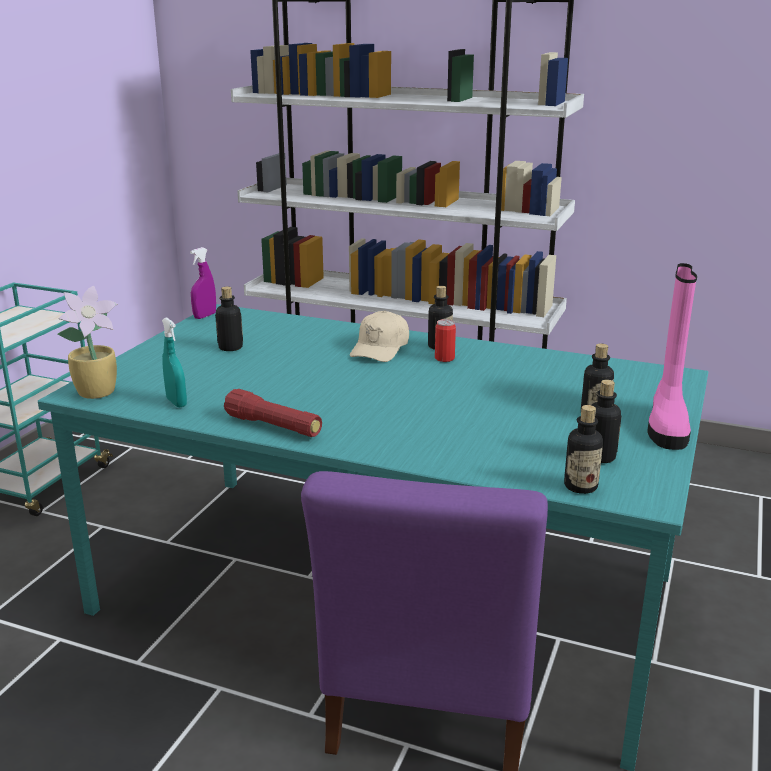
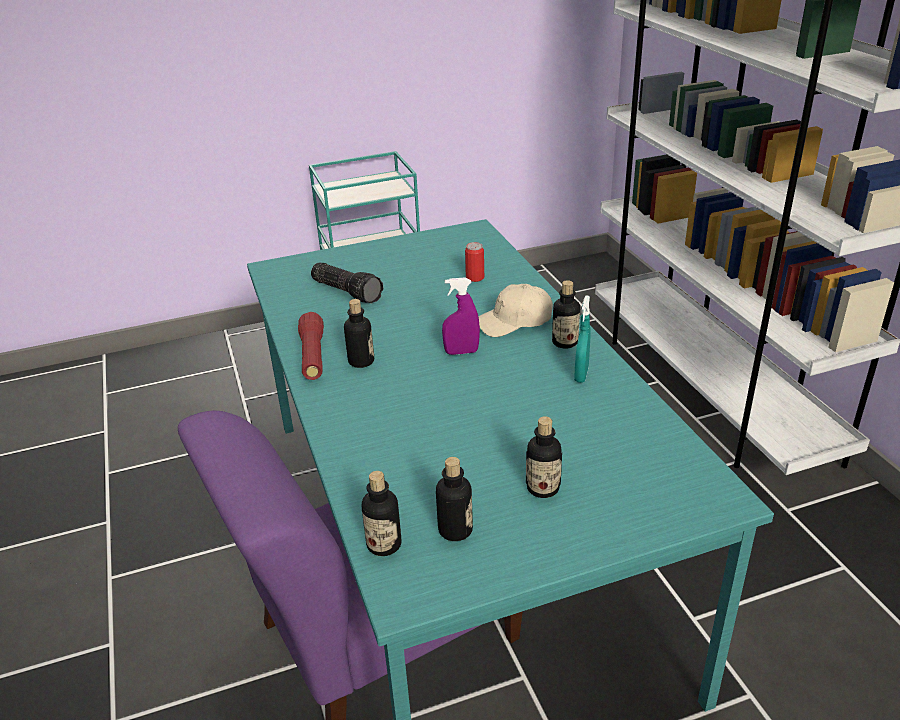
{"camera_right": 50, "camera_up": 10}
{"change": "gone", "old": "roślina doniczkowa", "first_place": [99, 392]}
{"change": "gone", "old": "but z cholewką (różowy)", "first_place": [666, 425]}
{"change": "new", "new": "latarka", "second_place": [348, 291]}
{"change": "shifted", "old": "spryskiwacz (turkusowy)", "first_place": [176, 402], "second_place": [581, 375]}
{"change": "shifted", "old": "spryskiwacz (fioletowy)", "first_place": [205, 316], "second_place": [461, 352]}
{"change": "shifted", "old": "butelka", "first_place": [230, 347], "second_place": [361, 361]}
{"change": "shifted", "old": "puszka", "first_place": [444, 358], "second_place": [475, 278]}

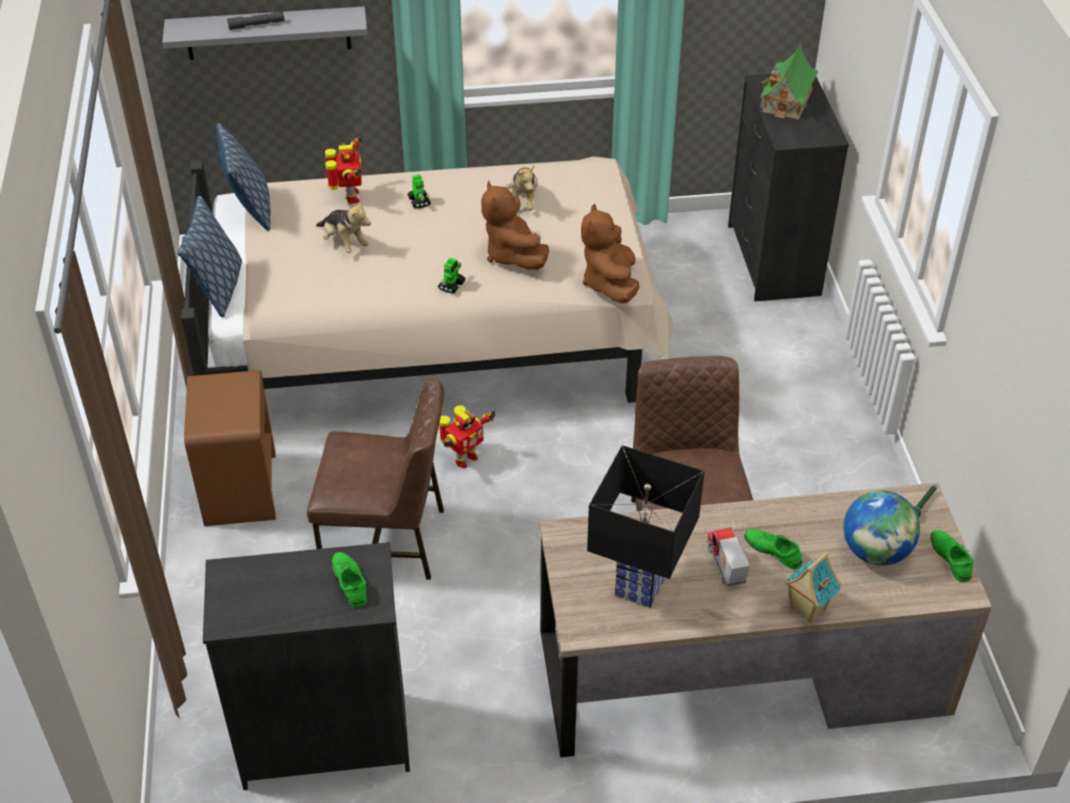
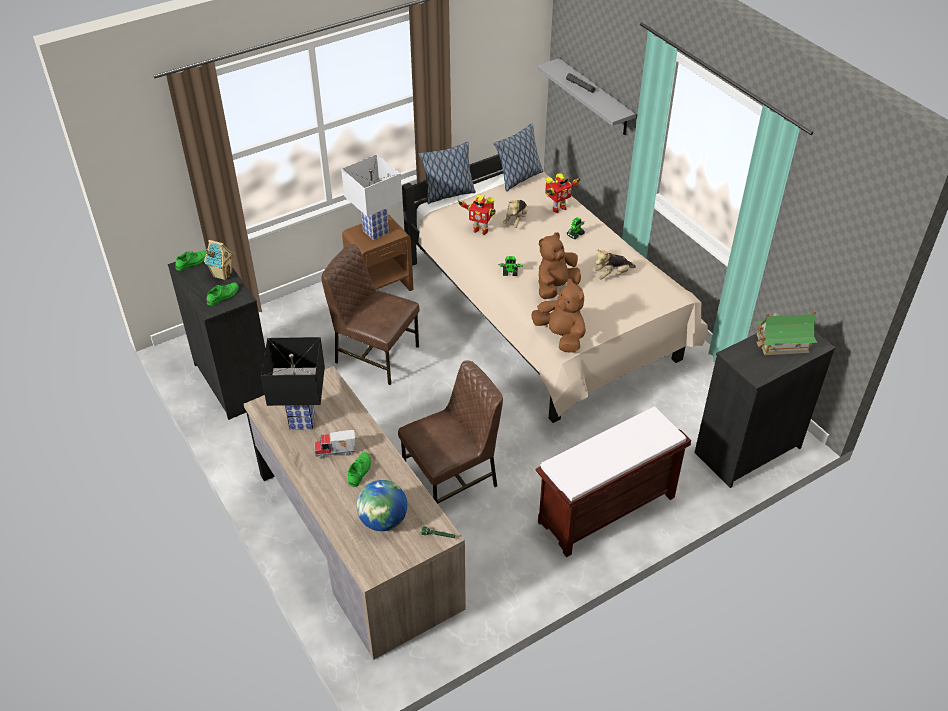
{"camera_right": 65, "camera_up": 0}
{"change": "new", "new": "lampa stołowa (biały)", "second_place": [376, 231]}
{"change": "new", "new": "ławka (brązowy)", "second_place": [606, 511]}
{"change": "shifted", "old": "robot zabawkowy", "first_place": [464, 459], "second_place": [480, 230]}
{"change": "shifted", "old": "domek", "first_place": [806, 609], "second_place": [222, 274]}
{"change": "shifted", "old": "but (zielony)", "first_place": [950, 558], "second_place": [192, 262]}
{"change": "rotated", "old": "krzesło (brązowy)", "first_place": [386, 540], "second_place": [375, 354], "degrees": 135}
{"change": "rotated", "old": "pluszak (brązowy)", "first_place": [610, 284], "second_place": [561, 336], "degrees": 75}
{"change": "rotated", "old": "ciężarówka zabawkowa", "first_place": [724, 567], "second_place": [336, 452], "degrees": -150}

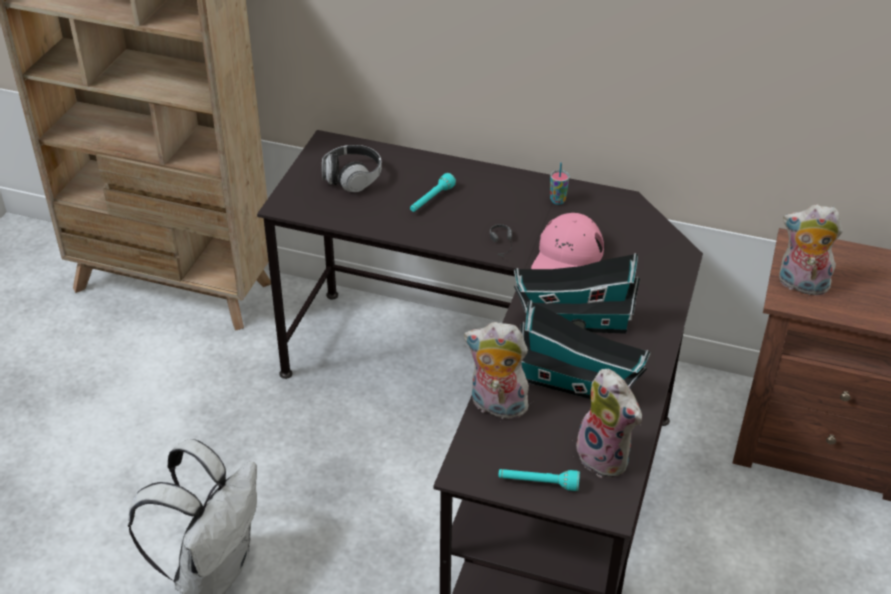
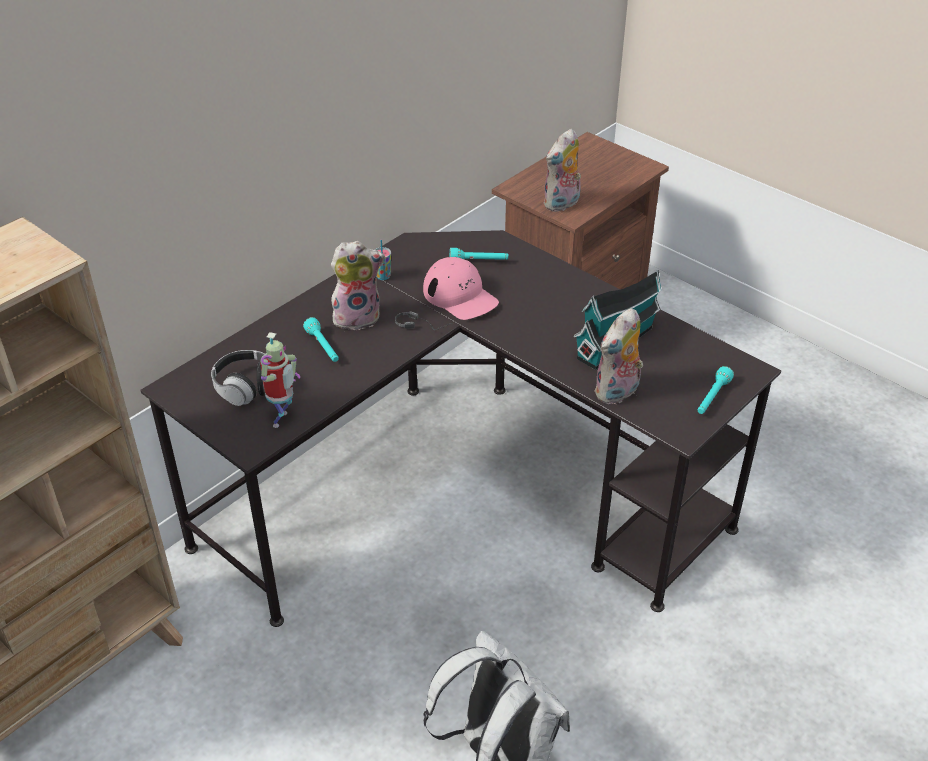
{"camera_right": -65, "camera_up": 0}
{"change": "gone", "old": "domek", "first_place": [572, 322]}
{"change": "new", "new": "robot zabawkowy", "second_place": [283, 420]}
{"change": "new", "new": "latarka (turkusowy)", "second_place": [479, 261]}
{"change": "shifted", "old": "pluszak", "first_place": [606, 457], "second_place": [357, 317]}

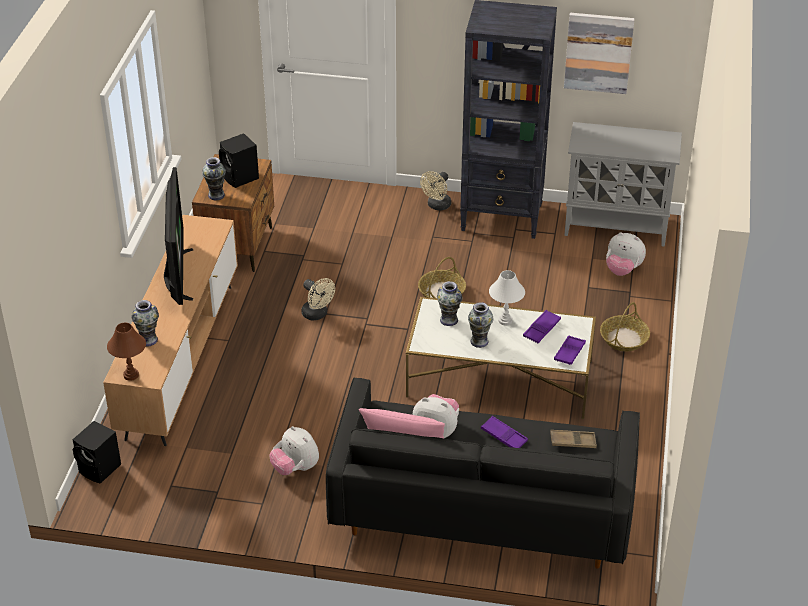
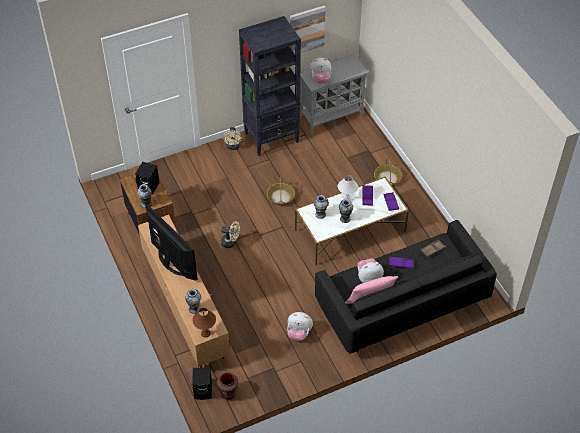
{"camera_right": -35, "camera_up": 10}
{"change": "new", "new": "wazon (brązowy)", "second_place": [228, 393]}
{"change": "shifted", "old": "pluszak", "first_place": [622, 270], "second_place": [320, 79]}

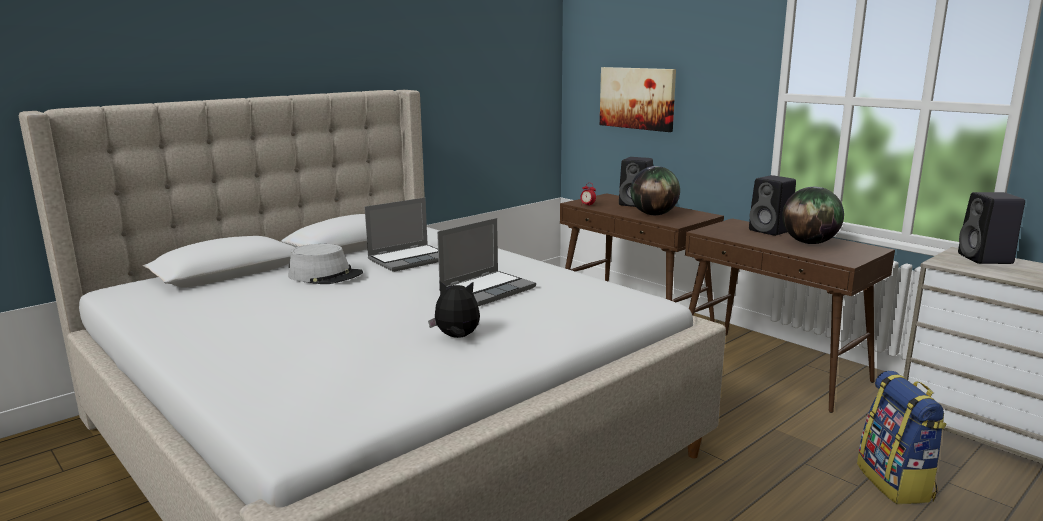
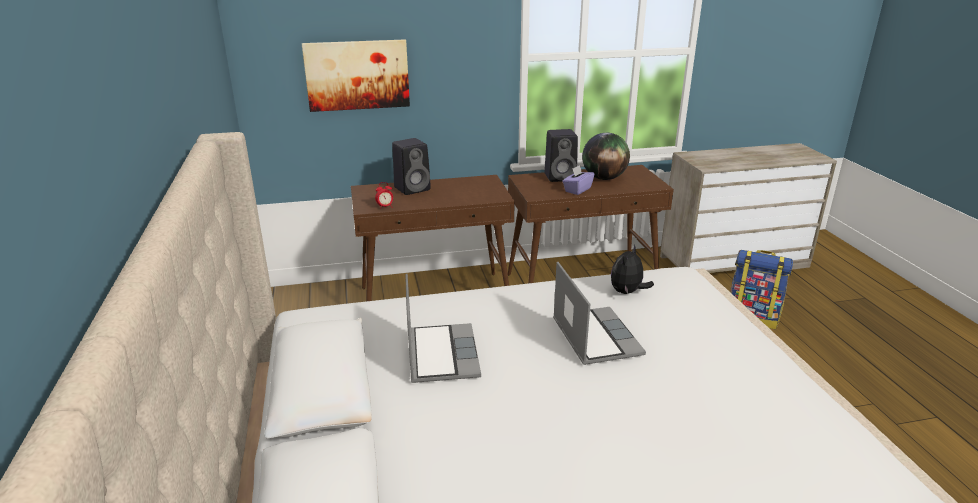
{"camera_right": -60, "camera_up": 10}
{"change": "gone", "old": "kapelusz (szary)", "first_place": [325, 275]}
{"change": "gone", "old": "globus", "first_place": [654, 214]}
{"change": "gone", "old": "głośnik (czarny)", "first_place": [986, 259]}
{"change": "new", "new": "pudełko chusteczek (fioletowy)", "second_place": [577, 190]}
{"change": "shifted", "old": "pluszak", "first_place": [457, 337], "second_place": [627, 292]}

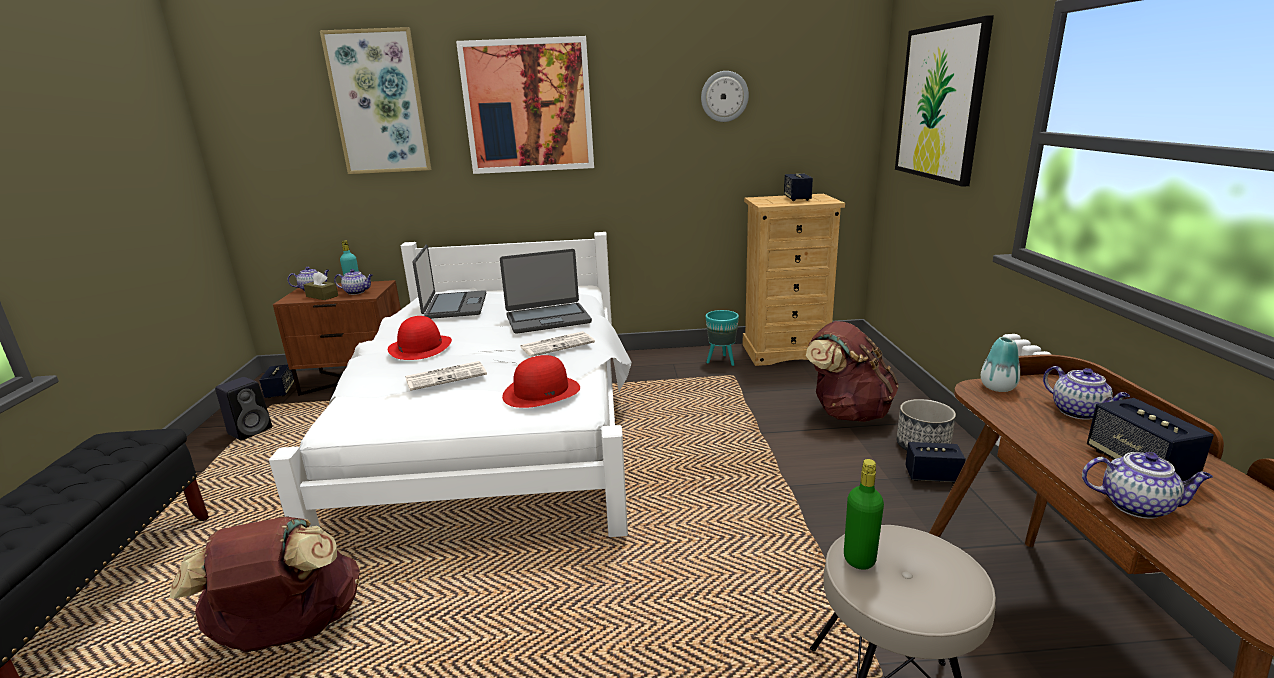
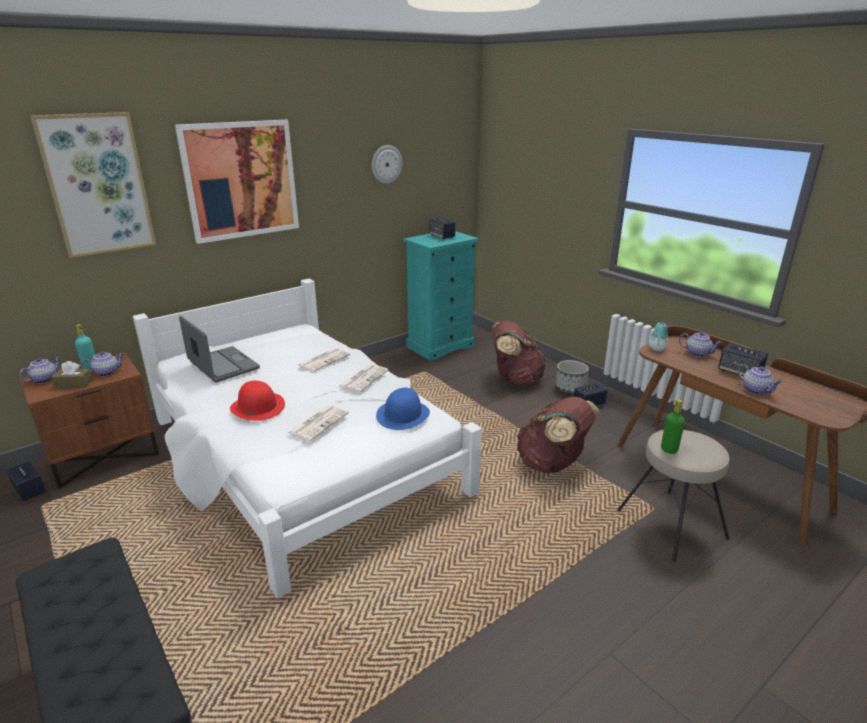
{"camera_right": -35, "camera_up": 5}
{"change": "gone", "old": "głośnik (czarny)", "first_place": [251, 431]}
{"change": "gone", "old": "donica (turkusowy)", "first_place": [721, 361]}
{"change": "gone", "old": "obraz", "first_place": [940, 103]}
{"change": "shifted", "old": "plecak (brązowy)", "first_place": [289, 633], "second_place": [552, 464]}
{"change": "swapped", "old": "laptop", "new": "gazeta", "first_place": [548, 319], "second_place": [324, 360]}
{"change": "repainted", "old": "kapelusz (czerwony)", "new": "kapelusz (niebieski)", "first_place": [542, 391], "second_place": [403, 414]}
{"change": "repainted", "old": "komoda (beżowy)", "new": "komoda (turkusowy)", "first_place": [786, 352], "second_place": [440, 346]}
{"change": "rotated", "old": "imbryk", "first_place": [1137, 506], "second_place": [756, 390], "degrees": 75}

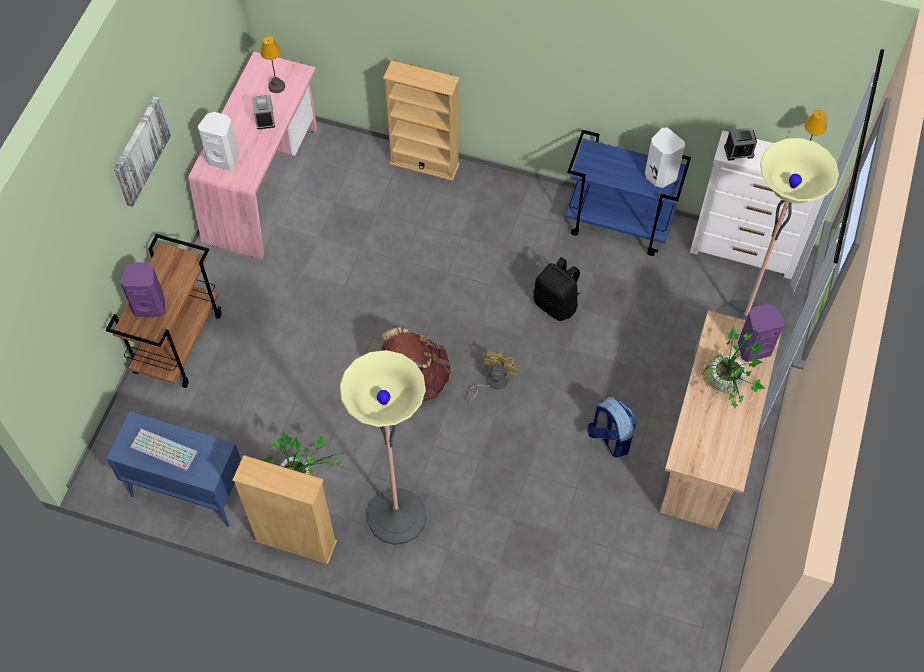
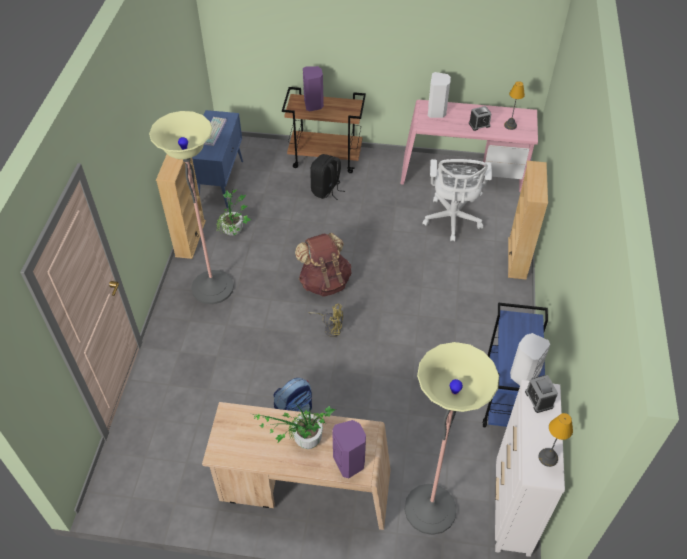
{"camera_right": 80, "camera_up": -10}
{"change": "gone", "old": "obraz", "first_place": [140, 150]}
{"change": "new", "new": "krzesło biurowe (biały)", "second_place": [452, 220]}
{"change": "shifted", "old": "plecak (czarny)", "first_place": [556, 304], "second_place": [326, 190]}

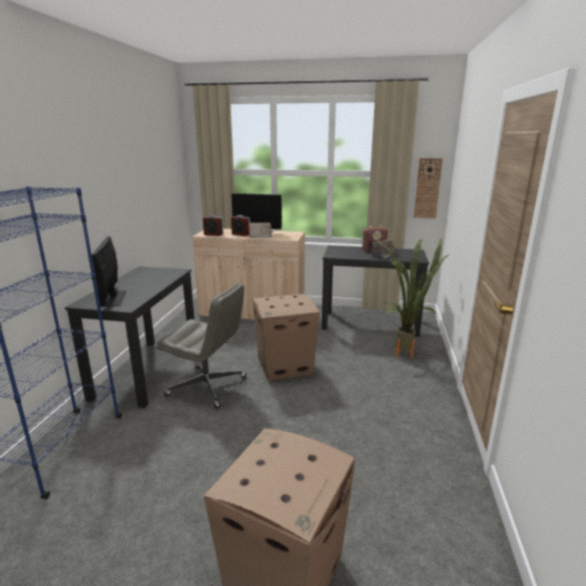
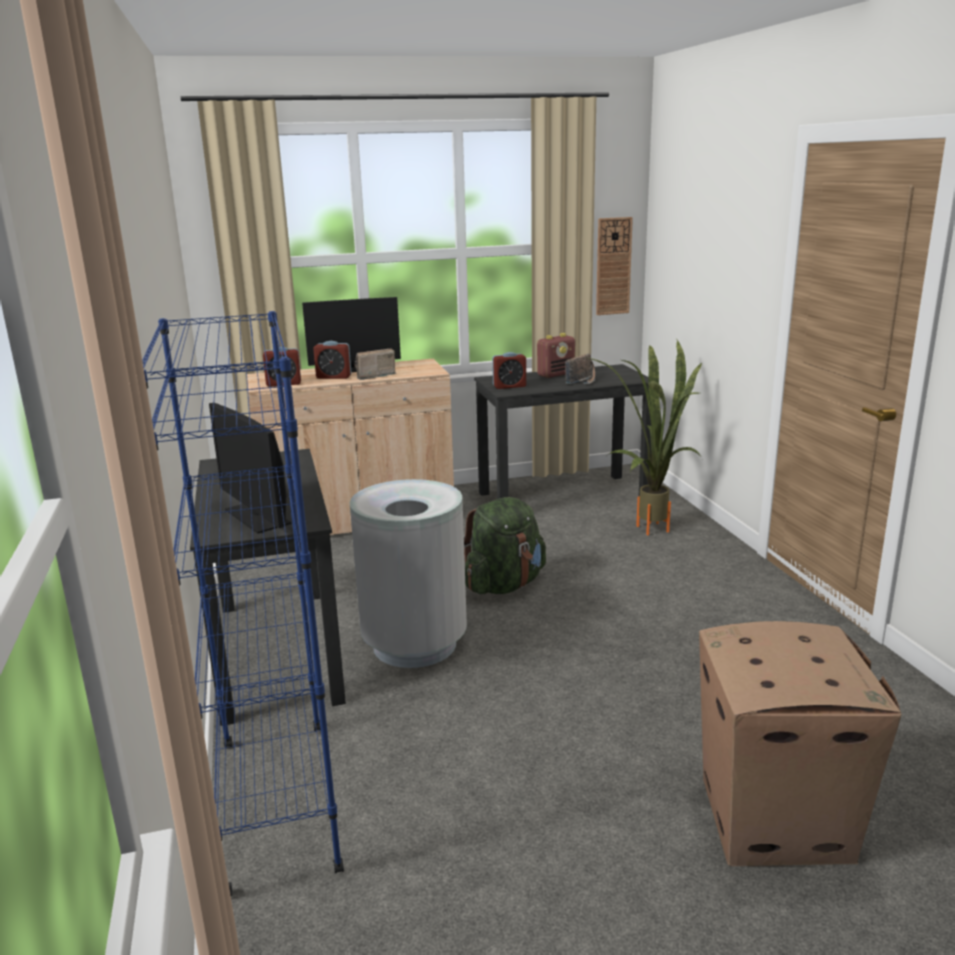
{"camera_right": -25, "camera_up": 0}
{"change": "new", "new": "budzik", "second_place": [509, 386]}
{"change": "swapped", "old": "krzesło biurowe (szary)", "new": "kosz na śmieci (szary)", "first_place": [208, 386], "second_place": [415, 645]}
{"change": "swapped", "old": "karton", "new": "plecak (zielony)", "first_place": [285, 366], "second_place": [504, 585]}

